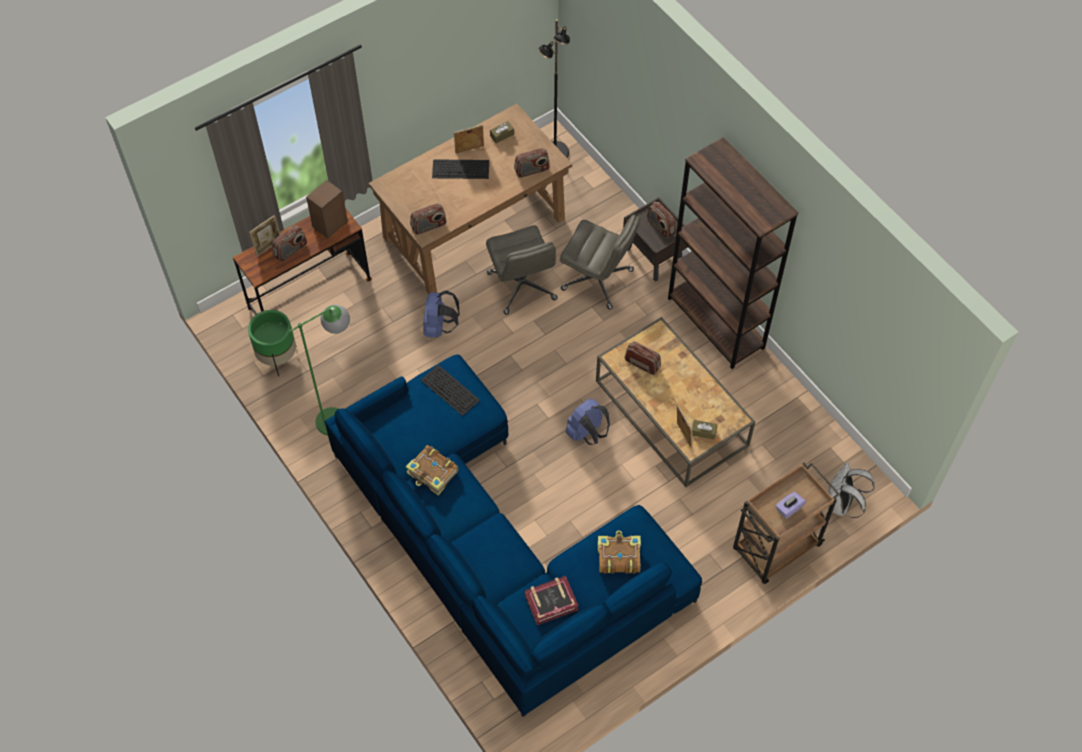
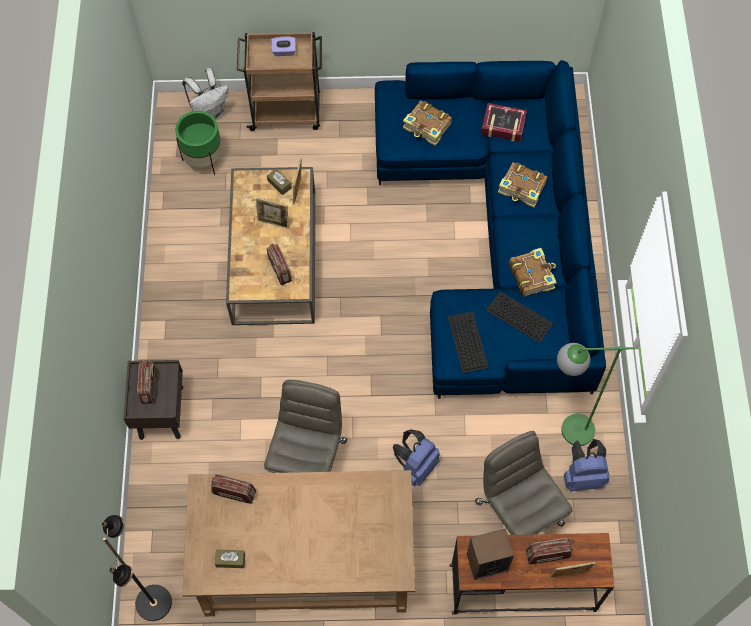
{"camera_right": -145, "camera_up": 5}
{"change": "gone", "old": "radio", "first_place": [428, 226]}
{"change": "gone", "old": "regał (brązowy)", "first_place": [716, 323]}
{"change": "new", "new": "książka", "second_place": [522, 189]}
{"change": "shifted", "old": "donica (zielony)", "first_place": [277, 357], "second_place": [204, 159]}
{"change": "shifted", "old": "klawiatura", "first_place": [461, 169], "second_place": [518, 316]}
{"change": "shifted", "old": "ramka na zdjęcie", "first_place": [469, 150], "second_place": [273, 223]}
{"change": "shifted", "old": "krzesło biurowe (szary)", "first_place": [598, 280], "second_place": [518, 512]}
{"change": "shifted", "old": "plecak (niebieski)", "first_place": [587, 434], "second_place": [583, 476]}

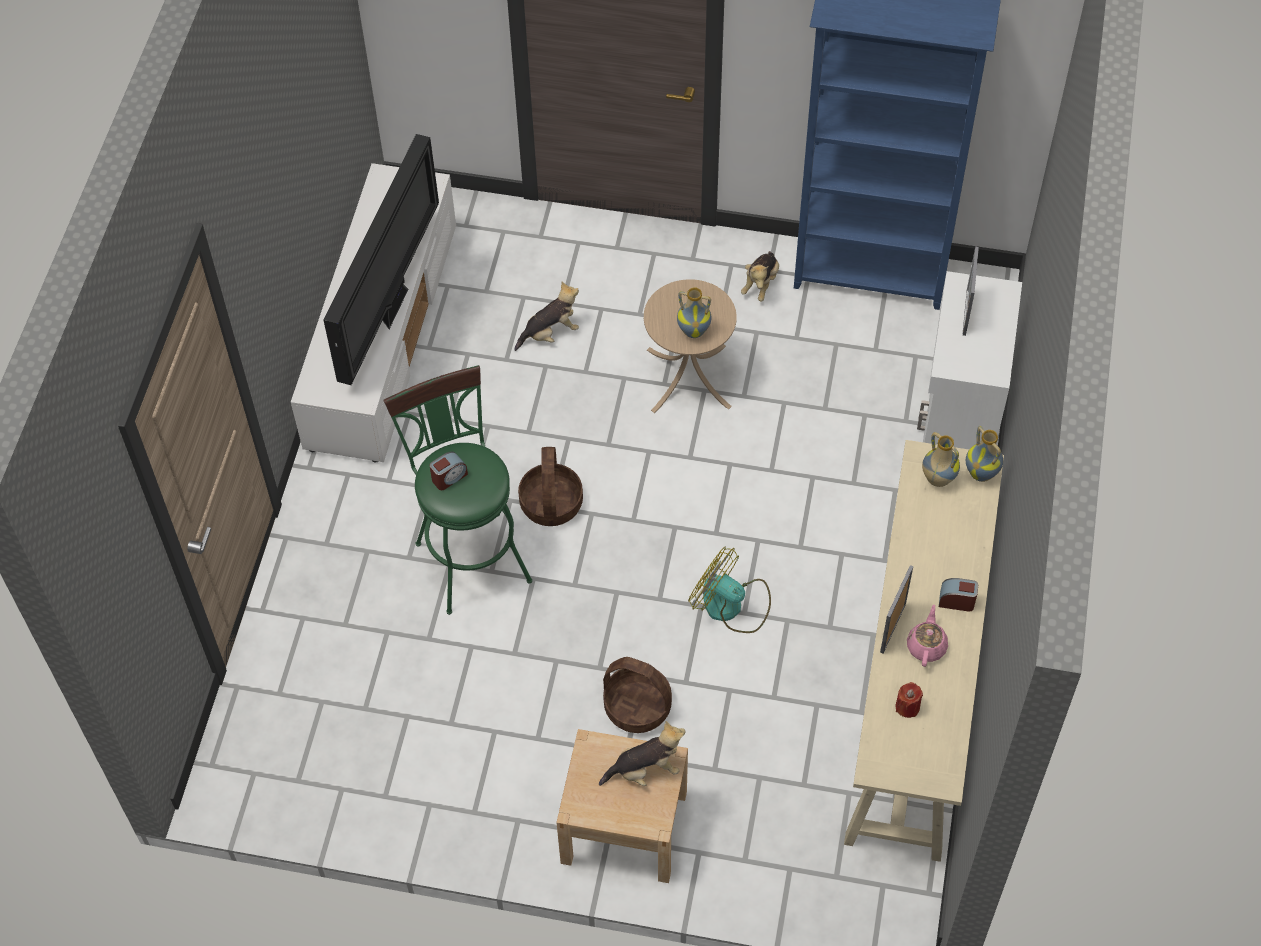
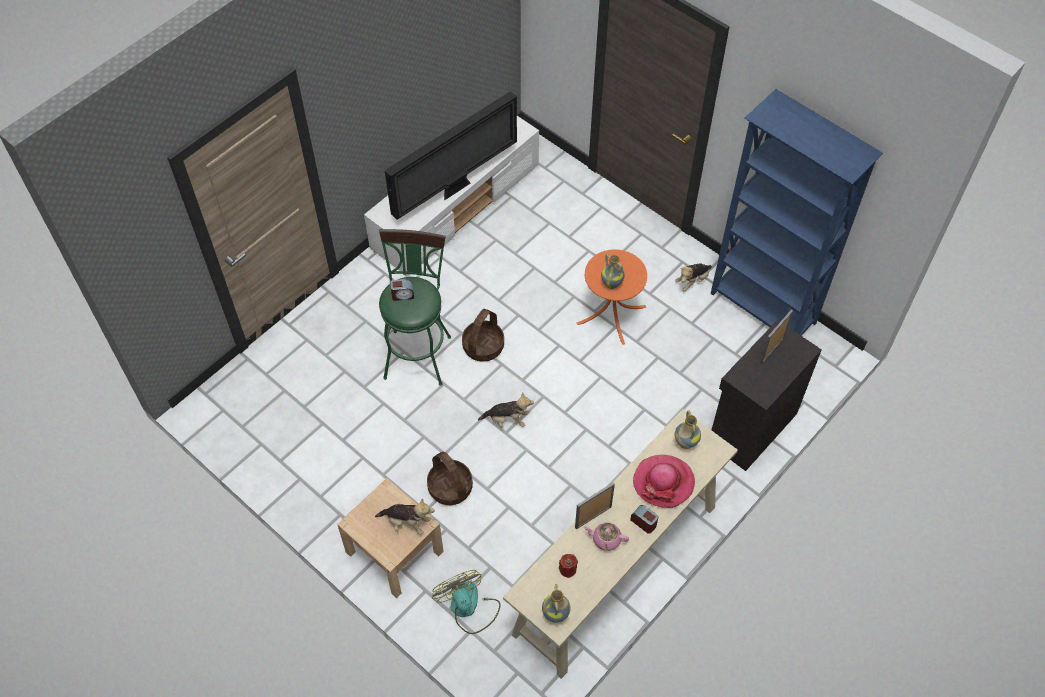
{"camera_right": 30, "camera_up": 0}
{"change": "new", "new": "kapelusz", "second_place": [663, 482]}
{"change": "shifted", "old": "pluszak", "first_place": [550, 333], "second_place": [507, 419]}
{"change": "shifted", "old": "wentylator", "first_place": [731, 605], "second_place": [468, 608]}
{"change": "shifted", "old": "wazon", "first_place": [982, 473], "second_place": [556, 614]}
{"change": "repainted", "old": "stolik (beżowy)", "new": "stolik (pomarańczowy)", "first_place": [688, 378], "second_place": [611, 315]}
{"change": "repainted", "old": "szafka (biały)", "new": "szafka (czarny)", "first_place": [955, 432], "second_place": [751, 427]}
{"change": "rotated", "old": "imbryk (różowy)", "first_place": [926, 646], "second_place": [605, 539], "degrees": -120}

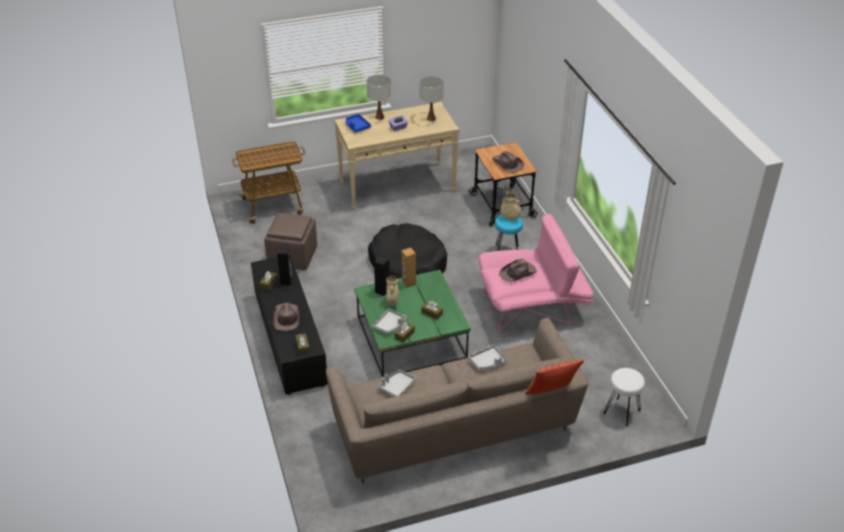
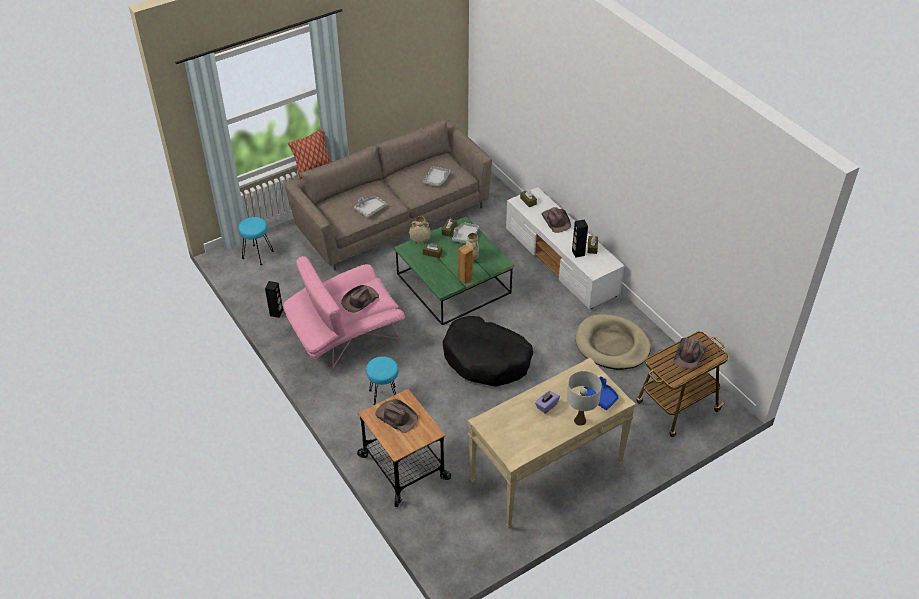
{"camera_right": 165, "camera_up": 5}
{"change": "gone", "old": "lampa stołowa (biały)", "first_place": [431, 119]}
{"change": "new", "new": "kapelusz (brązowy)", "second_place": [690, 354]}
{"change": "shifted", "old": "głośnik (czarny)", "first_place": [382, 291], "second_place": [276, 313]}
{"change": "shifted", "old": "wazon (beżowy)", "first_place": [510, 218], "second_place": [420, 240]}
{"change": "swapped", "old": "pufa (brązowy)", "new": "legowisko (beżowy)", "first_place": [292, 256], "second_place": [612, 345]}
{"change": "repainted", "old": "szafka pod telewizor (czarny)", "new": "szafka pod telewizor (biały)", "first_place": [289, 337], "second_place": [562, 262]}
{"change": "repainted", "old": "stołek (biały)", "new": "stołek (turkusowy)", "first_place": [621, 411], "second_place": [258, 255]}

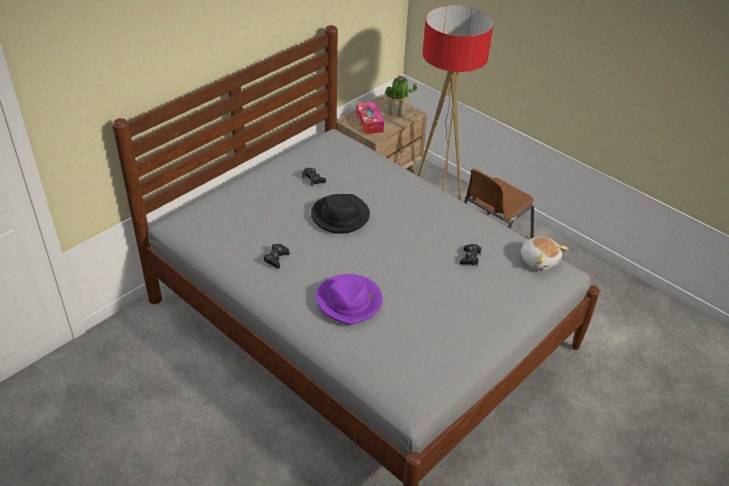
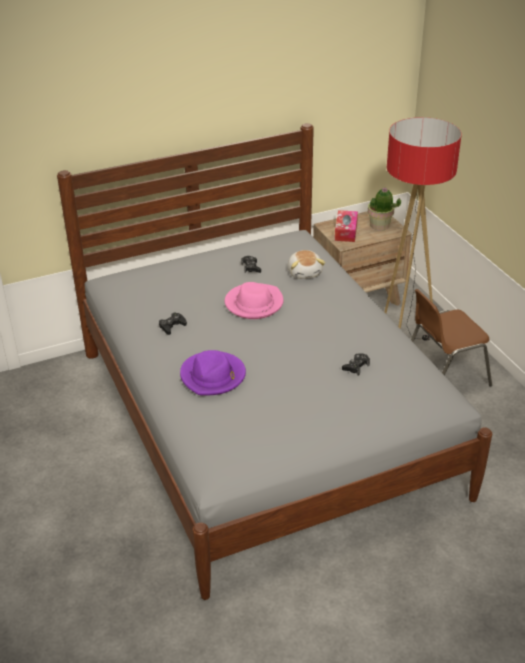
{"camera_right": 25, "camera_up": -5}
{"change": "shifted", "old": "pluszak", "first_place": [539, 260], "second_place": [305, 272]}
{"change": "repainted", "old": "kapelusz (czarny)", "new": "kapelusz (różowy)", "first_place": [340, 216], "second_place": [254, 303]}

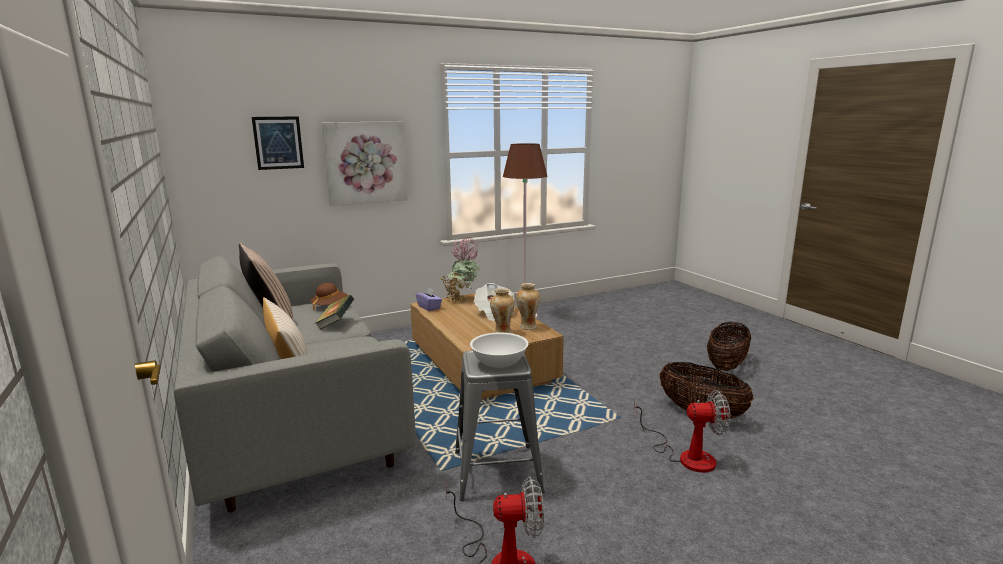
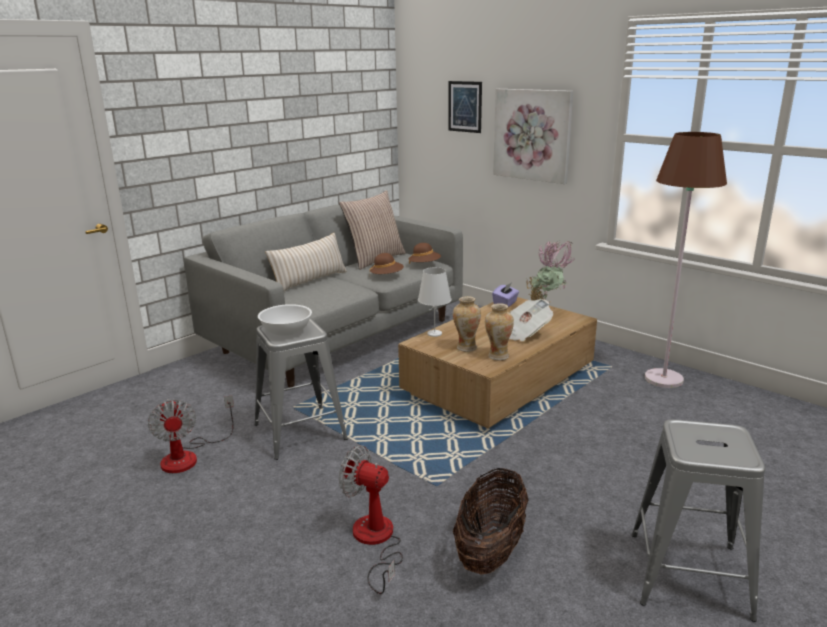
{"camera_right": 70, "camera_up": 5}
{"change": "new", "new": "lampa stołowa (biały)", "second_place": [434, 333]}
{"change": "swapped", "old": "książka", "new": "kapelusz (brązowy)", "first_place": [336, 324], "second_place": [386, 276]}
{"change": "swapped", "old": "koszyk", "new": "stołek (szary)", "first_place": [726, 365], "second_place": [688, 574]}
{"change": "rotated", "old": "wentylator", "first_place": [686, 455], "second_place": [375, 541], "degrees": 135}

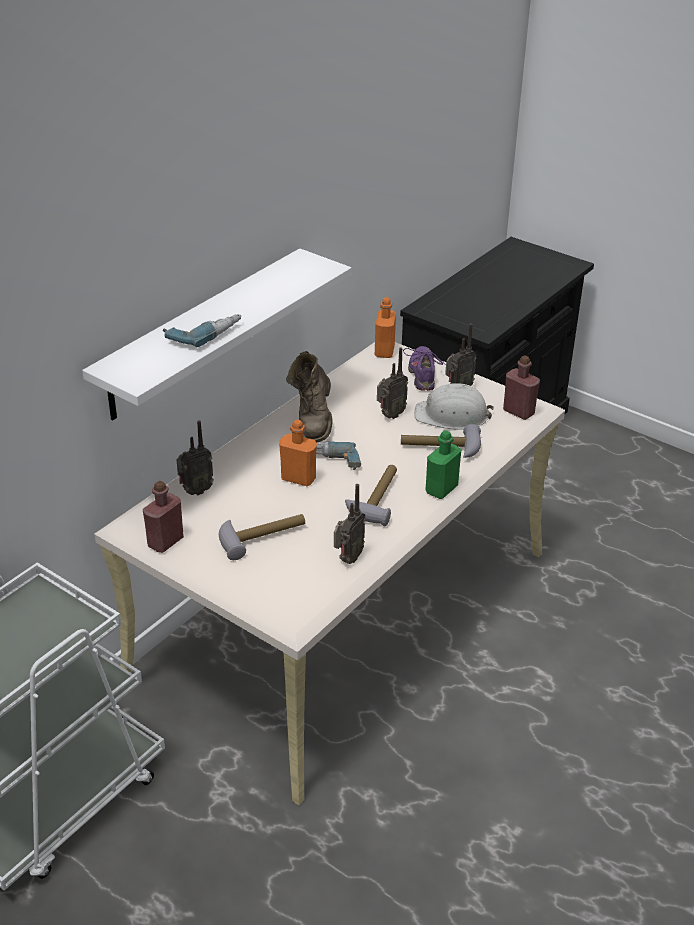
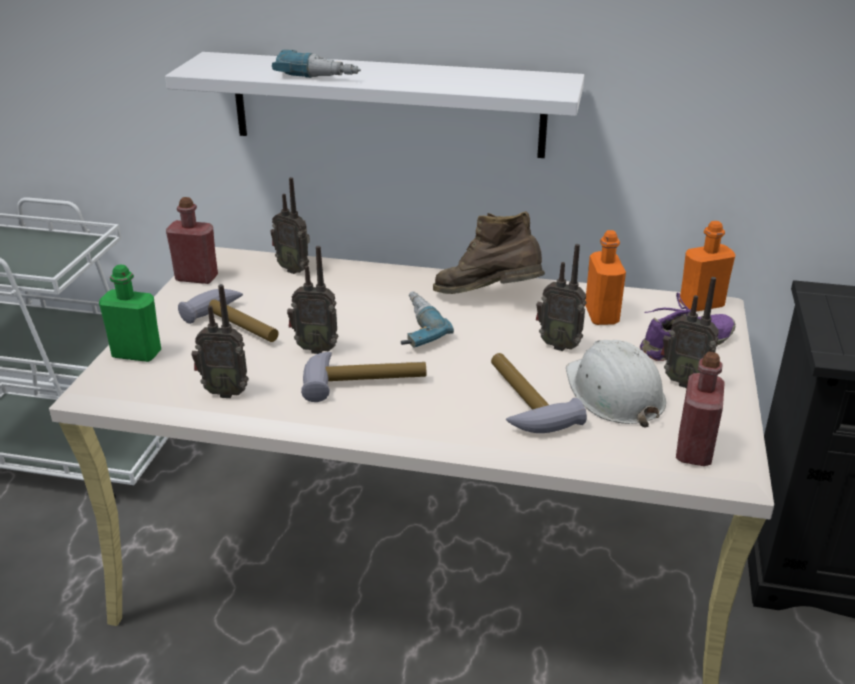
{"camera_right": 65, "camera_up": -5}
{"change": "new", "new": "radio", "second_place": [316, 348]}
{"change": "shifted", "old": "butelka (pomarańczowy)", "first_place": [298, 478], "second_place": [601, 315]}
{"change": "shifted", "old": "butelka (zielony)", "first_place": [441, 489], "second_place": [136, 353]}
{"change": "rotated", "old": "but z cholewką (brązowy)", "first_place": [313, 422], "second_place": [488, 299], "degrees": 45}

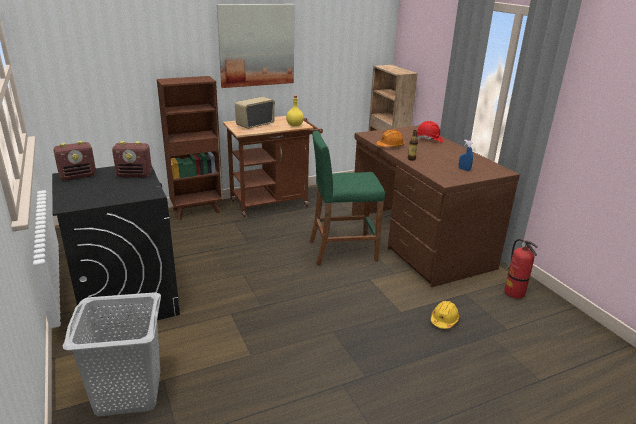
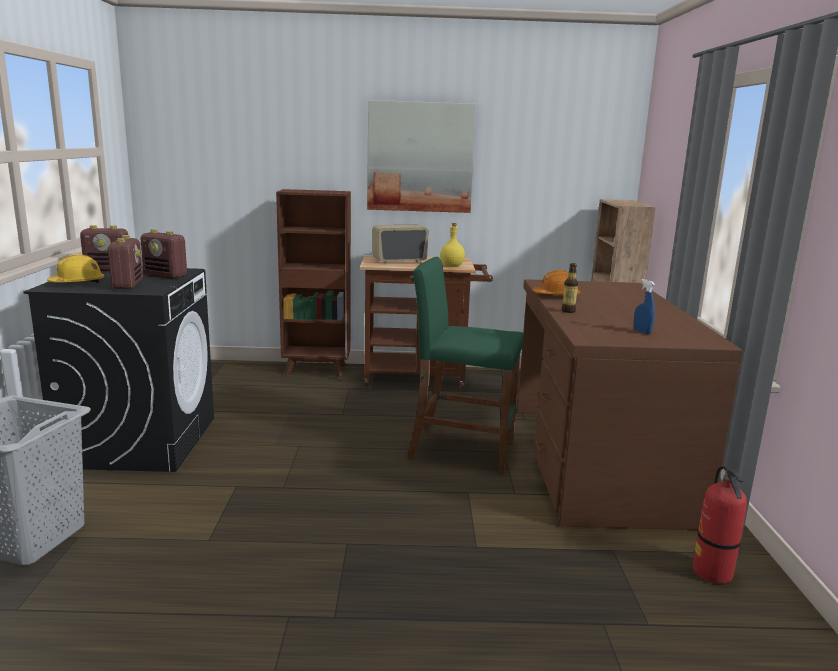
{"camera_right": 25, "camera_up": -10}
{"change": "gone", "old": "kask (czerwony)", "first_place": [429, 139]}
{"change": "new", "new": "radio", "second_place": [127, 285]}
{"change": "shifted", "old": "kask (żółty)", "first_place": [444, 320], "second_place": [77, 283]}

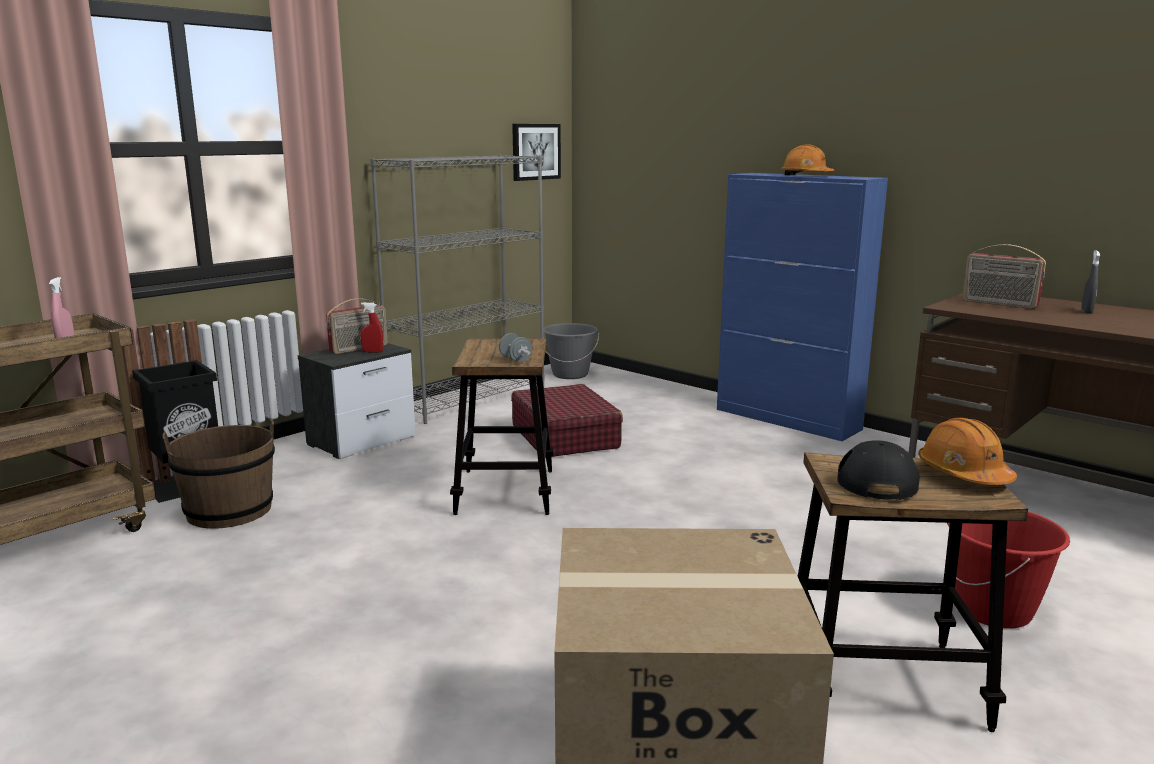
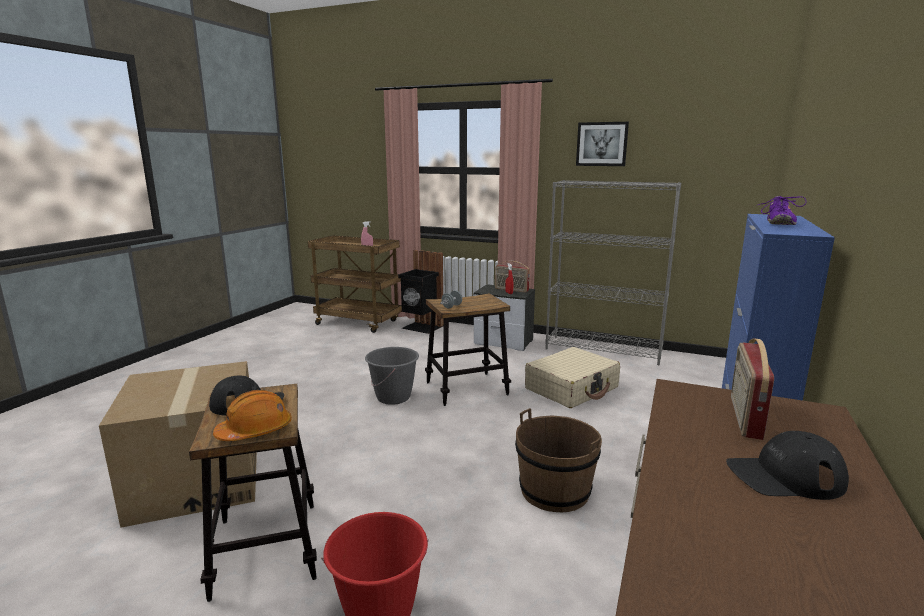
{"camera_right": 70, "camera_up": 0}
{"change": "shifted", "old": "wiadro (brązowy)", "first_place": [229, 511], "second_place": [555, 491]}
{"change": "shifted", "old": "obraz", "first_place": [535, 151], "second_place": [602, 144]}
{"change": "shifted", "old": "wiadro (szary)", "first_place": [570, 374], "second_place": [393, 397]}
{"change": "swapped", "old": "kask (pomarańczowy)", "new": "but (fioletowy)", "first_place": [805, 175], "second_place": [778, 223]}
{"change": "swapped", "old": "spryskiwacz (szary)", "new": "czapka z daszkiem (czarny)", "first_place": [1086, 312], "second_place": [784, 476]}
{"change": "repainted", "old": "walizka (czerwony)", "new": "walizka (beżowy)", "first_place": [565, 436], "second_place": [572, 388]}

